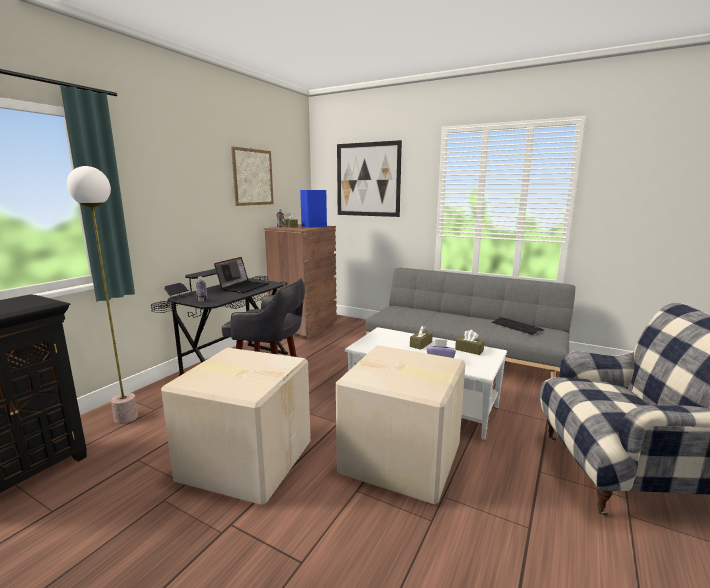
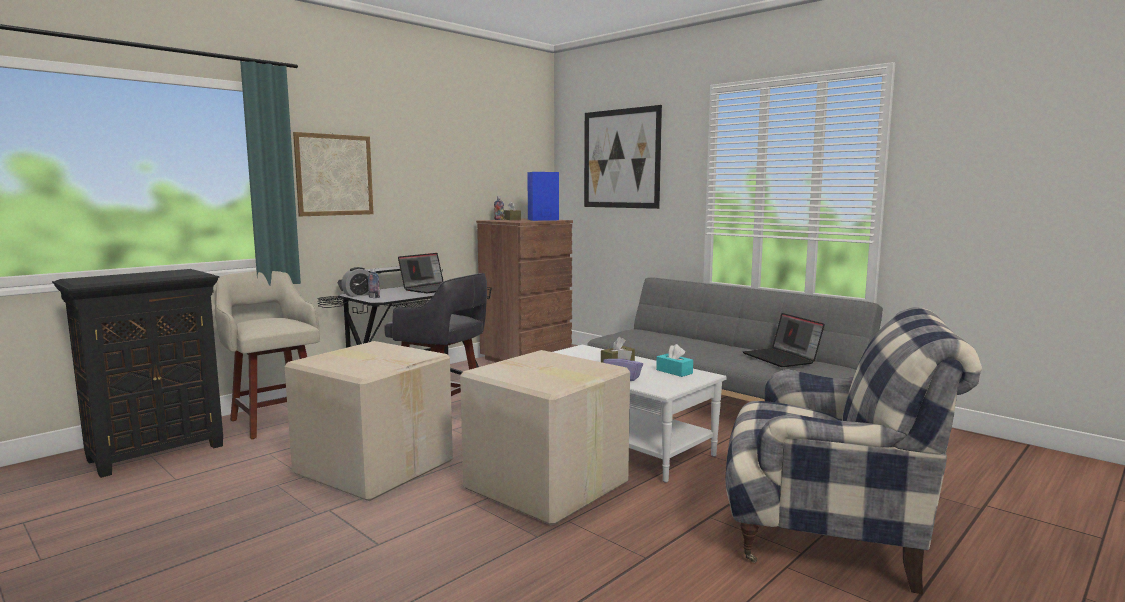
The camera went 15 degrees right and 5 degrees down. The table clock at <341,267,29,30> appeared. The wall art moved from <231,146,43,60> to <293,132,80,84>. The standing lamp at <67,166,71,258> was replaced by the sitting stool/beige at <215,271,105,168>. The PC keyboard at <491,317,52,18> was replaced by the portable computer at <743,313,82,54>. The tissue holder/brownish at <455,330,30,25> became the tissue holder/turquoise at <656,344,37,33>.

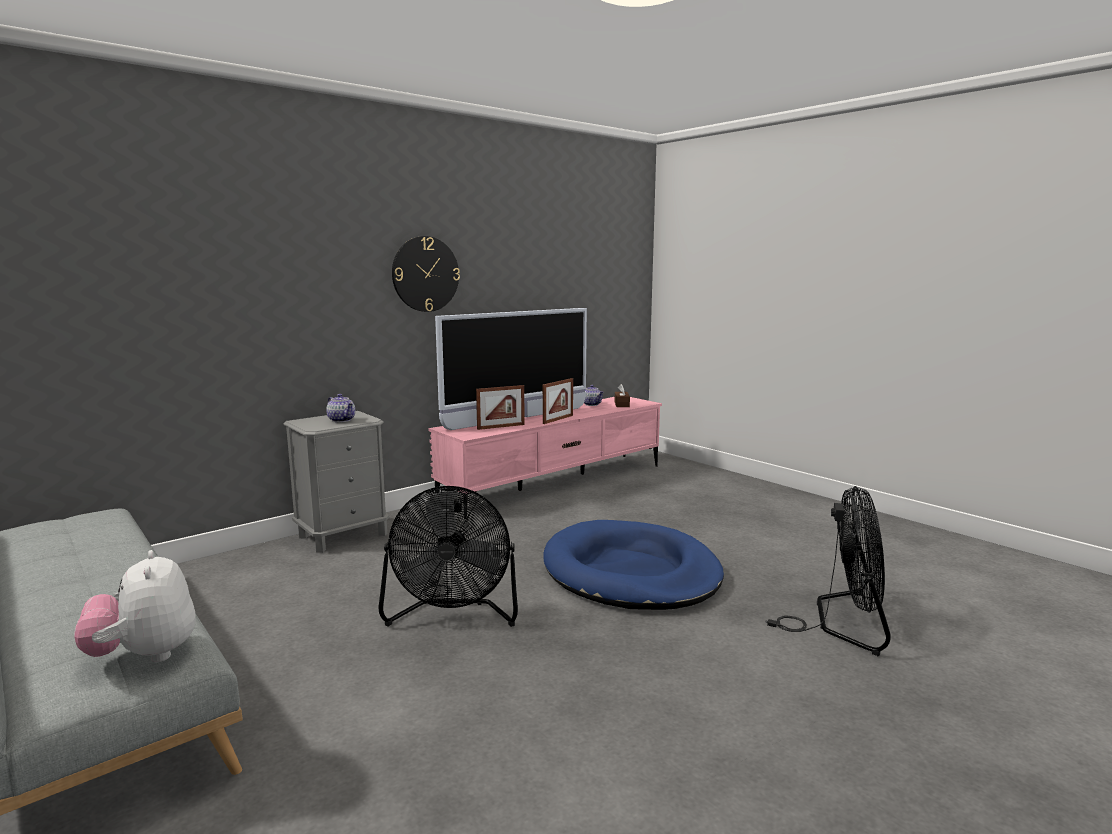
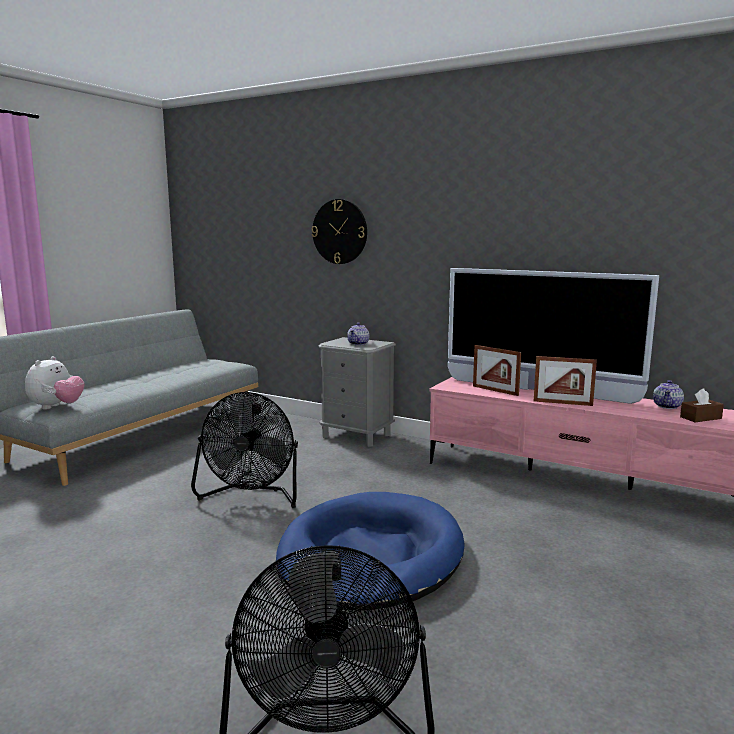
The camera went 70 degrees right and 0 degrees up. The wall clock moved from <392,236,68,76> to <311,199,56,65>. The soft toy at <74,550,122,112> turned 150 degrees clockwise. The electric fan/black-coloured at <379,486,139,141> turned 60 degrees counterclockwise.

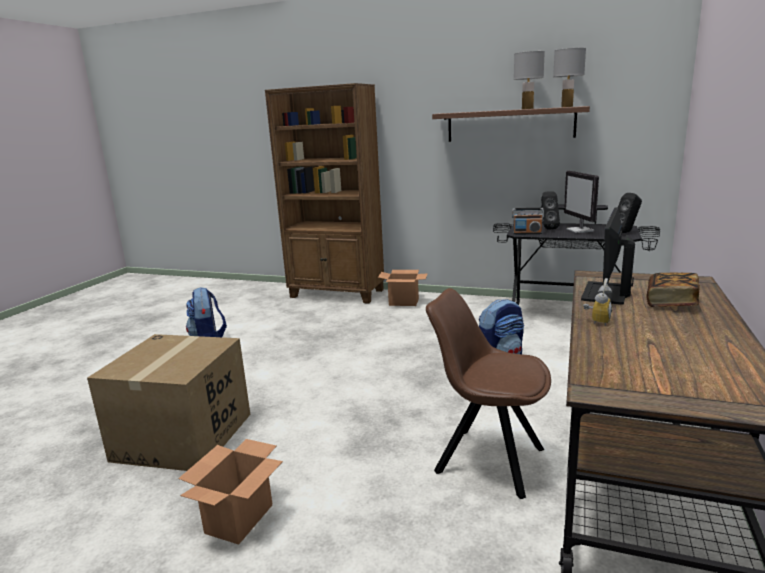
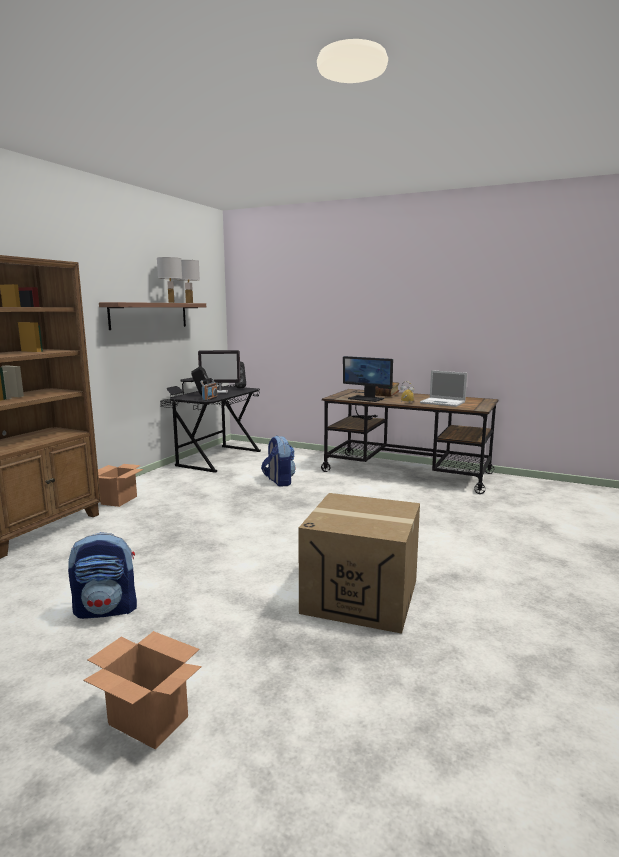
The camera went 85 degrees left and 5 degrees down. The upright chair/brownish at <426,288,125,211> disappeared. The portable computer at <420,370,47,37> appeared. The carton moved from <178,439,105,106> to <83,631,119,118>.

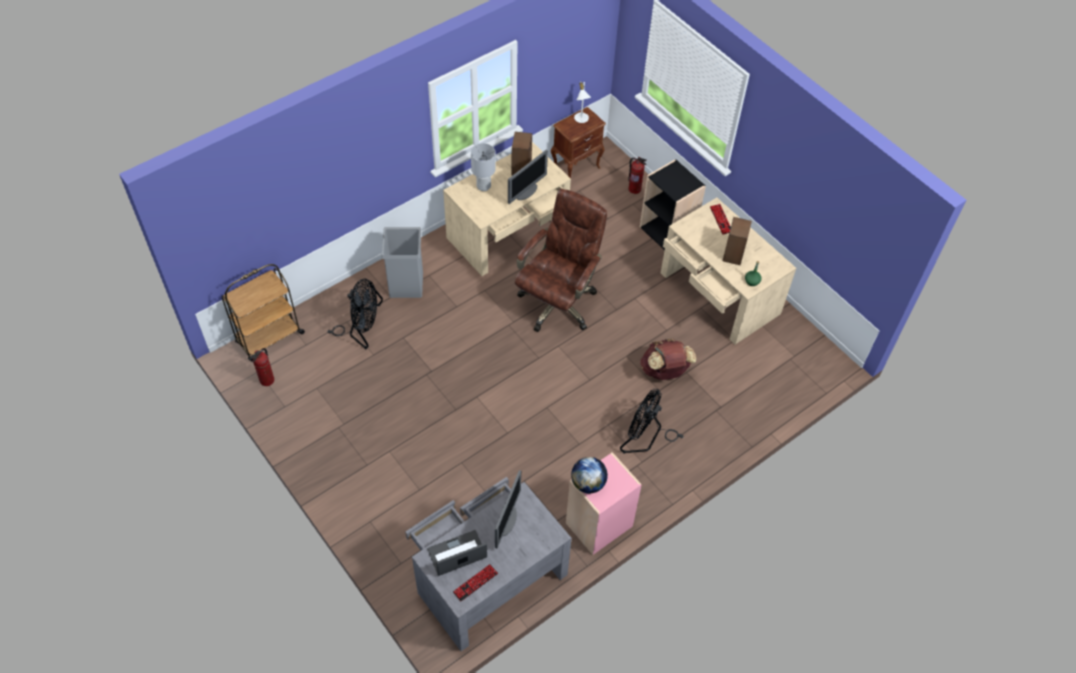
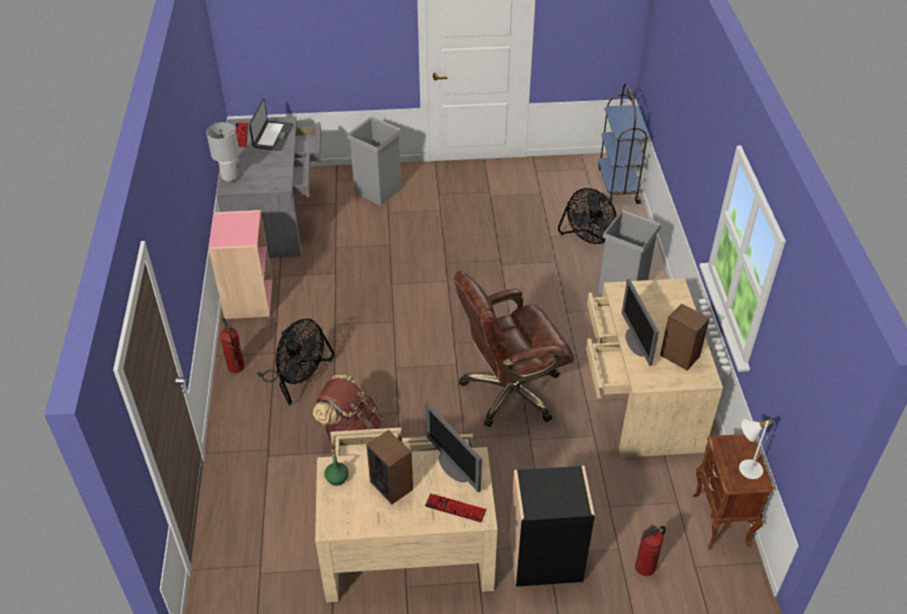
The camera went 125 degrees right and 10 degrees down. The globe at <571,457,37,37> disappeared. The trash can/greyish at <347,116,55,89> appeared. The fire extinguisher moved from <251,348,23,38> to <220,317,25,56>. The tabletop lamp/greyish moved from <471,143,25,48> to <206,122,33,60>. The computer display moved from <495,470,26,78> to <426,403,56,89>. The cart/brownish at <222,264,83,98> became the cart/bluish at <598,83,51,121>. The office chair/brownish at <515,189,92,143> turned 90 degrees clockwise. The electric fan/black-coloured at <620,389,63,65> turned 60 degrees clockwise.

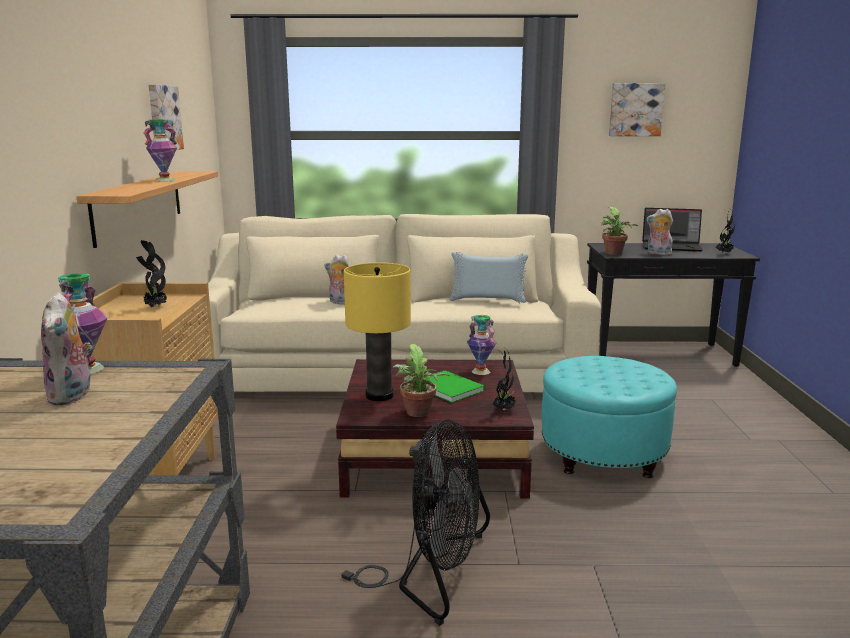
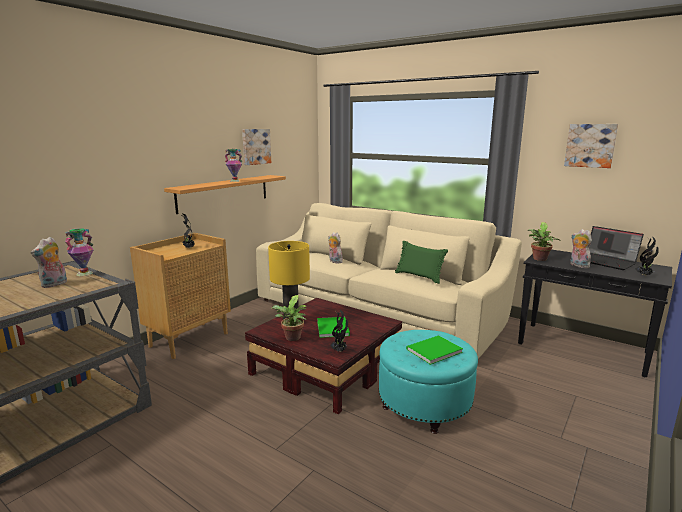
The camera went 35 degrees right and 0 degrees up. The electric fan/black-coloured at <341,419,149,207> disappeared. The flower vase at <467,315,29,60> disappeared. The bound book/green at <406,335,57,30> appeared. The cushion/bluish at <450,252,78,51> became the cushion/green at <395,241,53,43>.

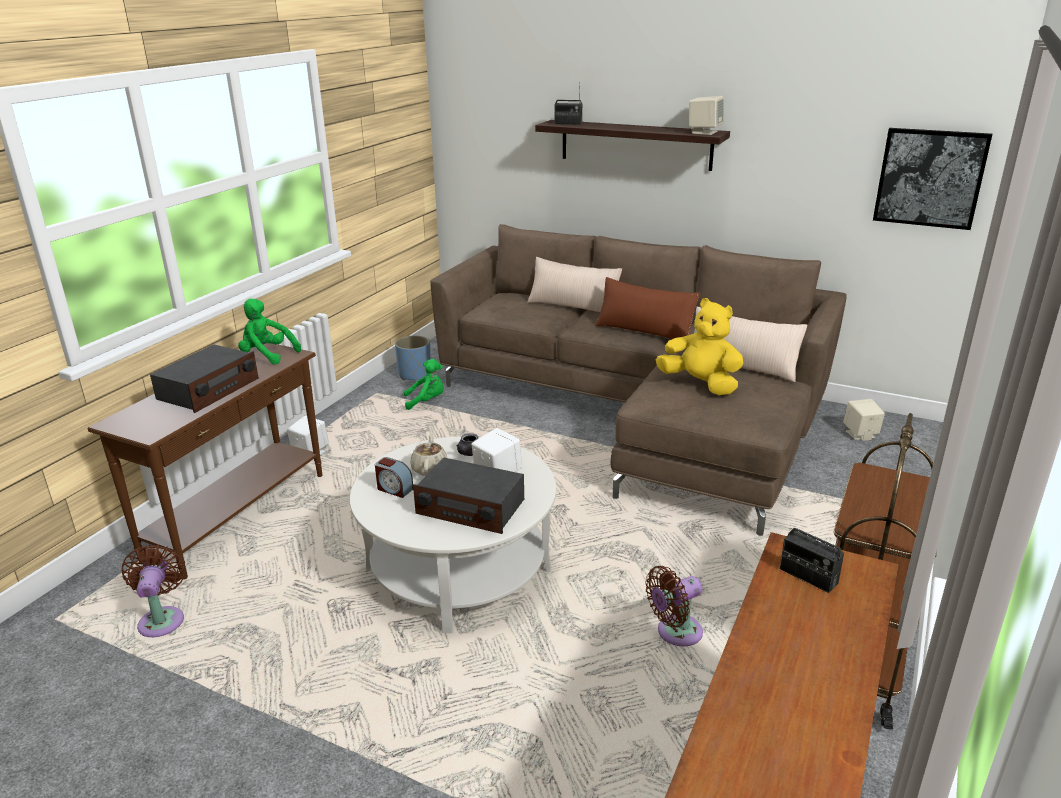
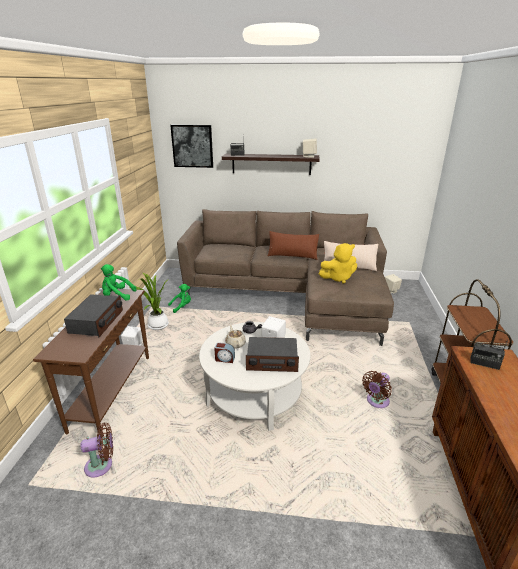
The camera went 20 degrees left and 0 degrees up. The planter/bluish at <395,336,36,44> disappeared. The cushion/beige at <527,257,95,55> disappeared. The plant in a pot at <130,273,39,57> appeared. The wall art moved from <873,128,119,102> to <170,125,43,43>. The electric fan/brownish at <122,544,64,93> turned 105 degrees clockwise. The soft toy/yellow-coloured at <656,298,88,97> turned 150 degrees clockwise.

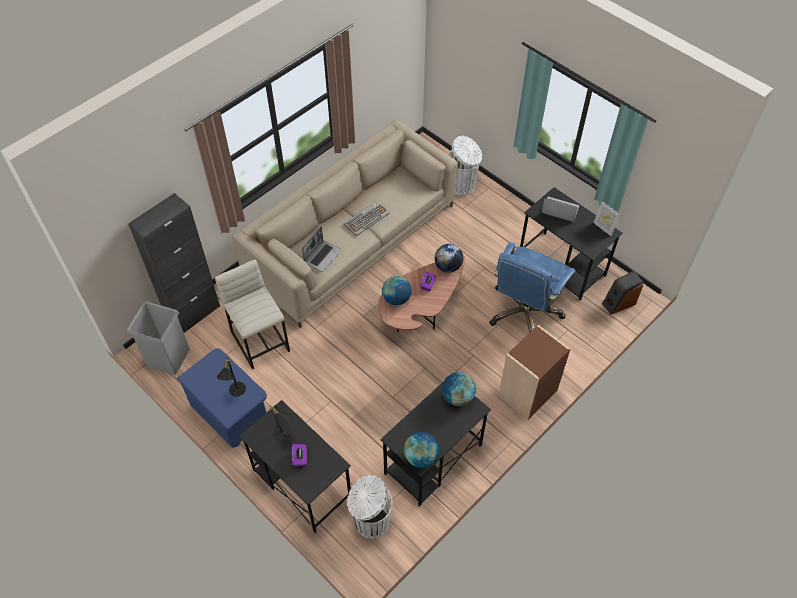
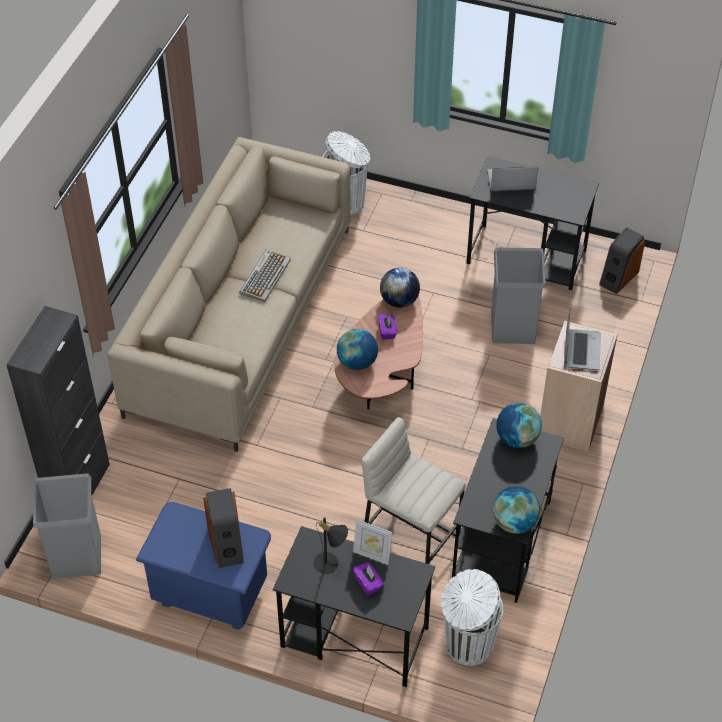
The camera went 25 degrees left and 5 degrees down. The sitting stool/beige moved from <215,260,75,109> to <362,417,104,147>. The portable computer moved from <302,226,39,46> to <564,308,37,62>. The standing frame moved from <593,201,27,35> to <353,519,39,46>. The tabletop lamp/black-coloured at <217,358,29,39> was replaced by the speaker at <203,488,41,80>. The office chair/bluish at <489,242,87,91> was replaced by the trash can/greyish at <491,247,55,97>.

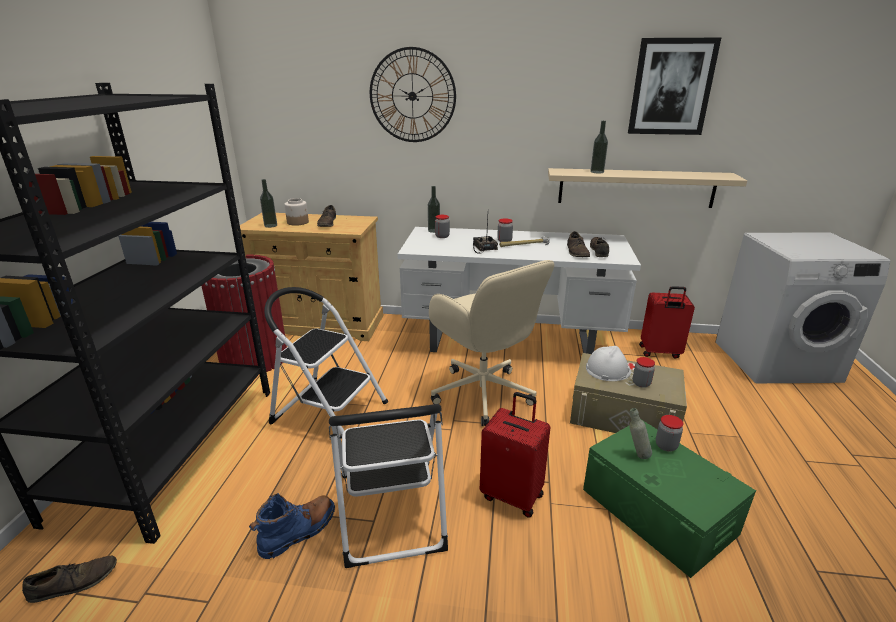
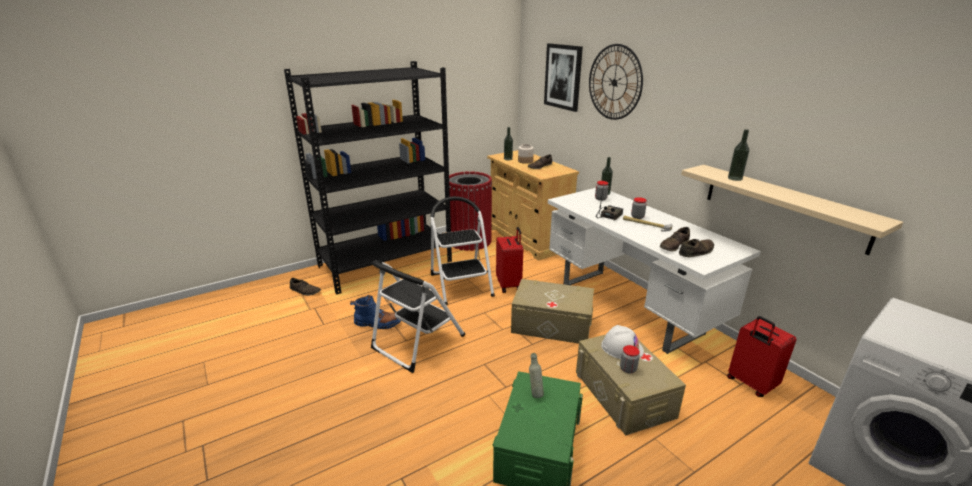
The camera went 50 degrees right and 0 degrees up. The preserve jar at <656,415,27,37> disappeared. The piece of luggage/red moved from <480,392,71,126> to <496,227,27,66>. The wall art moved from <628,38,93,97> to <544,43,39,69>. The office chair/beige at <429,260,125,166> was replaced by the storage box/beige at <511,279,83,65>.

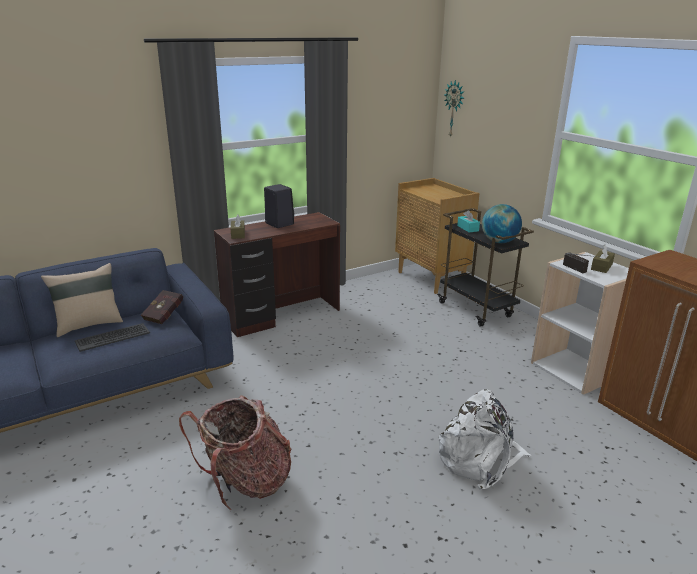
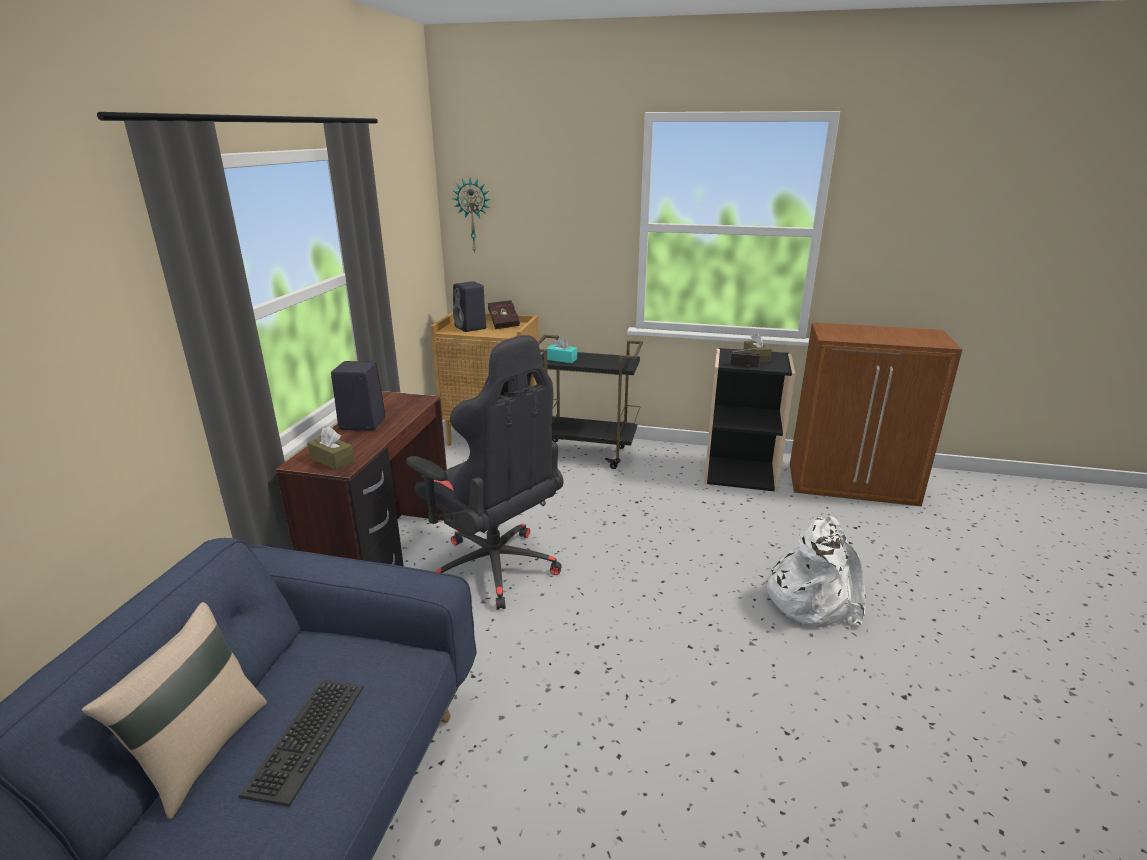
The camera went 45 degrees left and 0 degrees up. The backpack at <179,395,112,116> disappeared. The globe at <482,204,40,39> disappeared. The office chair/black-coloured at <406,335,157,275> appeared. The speaker/black-coloured at <453,281,33,51> appeared. The bound book/red moved from <141,290,42,34> to <488,300,32,29>. The shelving unit/whitish at <531,252,98,143> became the shelving unit/black-coloured at <704,348,92,144>.

